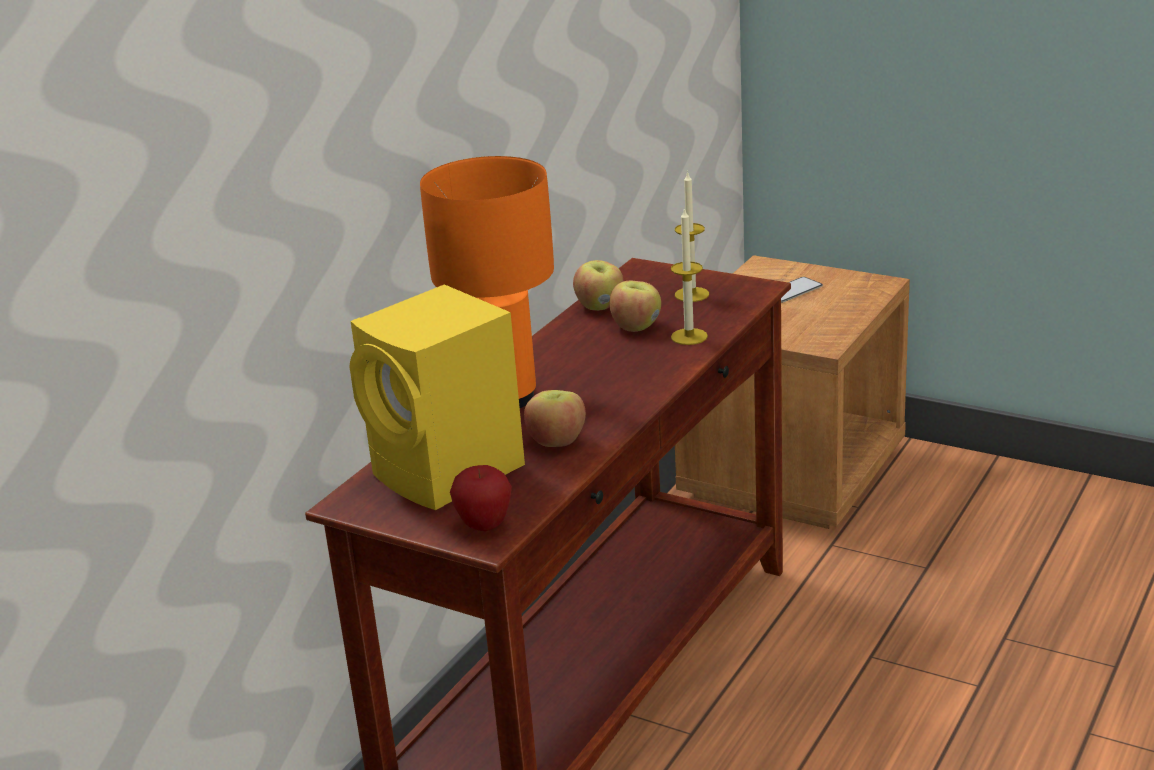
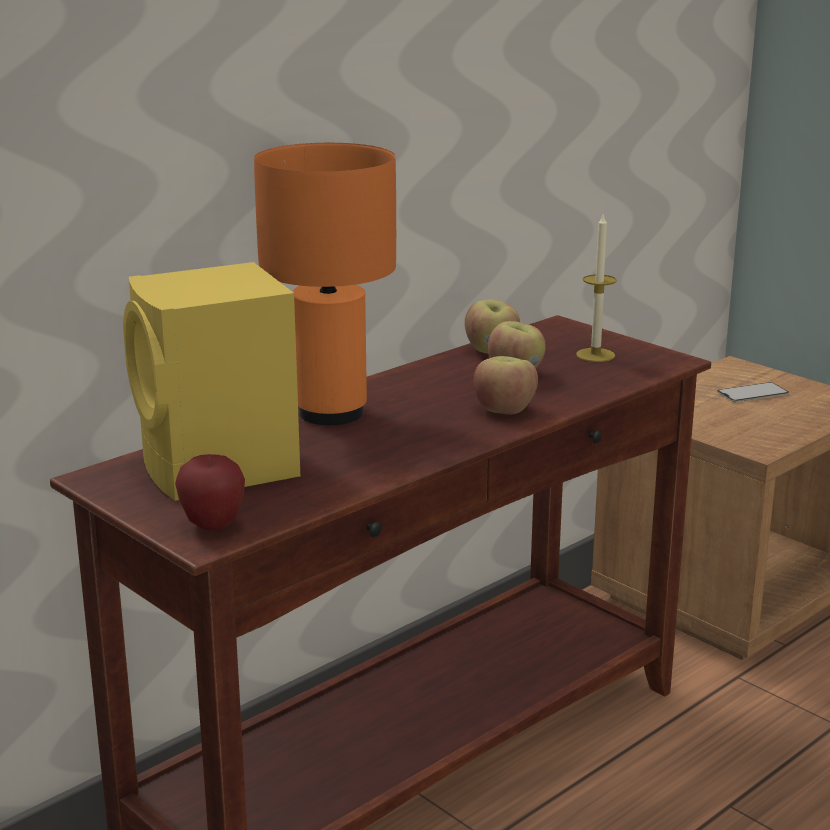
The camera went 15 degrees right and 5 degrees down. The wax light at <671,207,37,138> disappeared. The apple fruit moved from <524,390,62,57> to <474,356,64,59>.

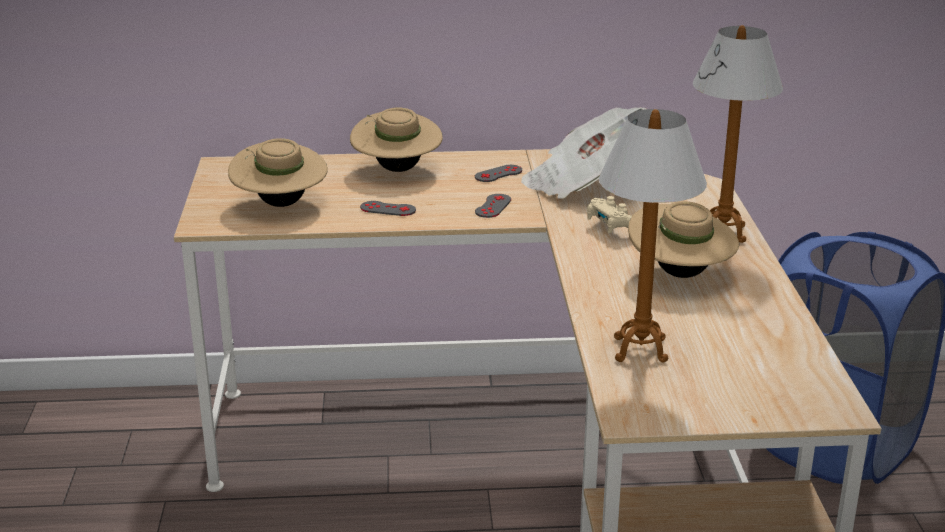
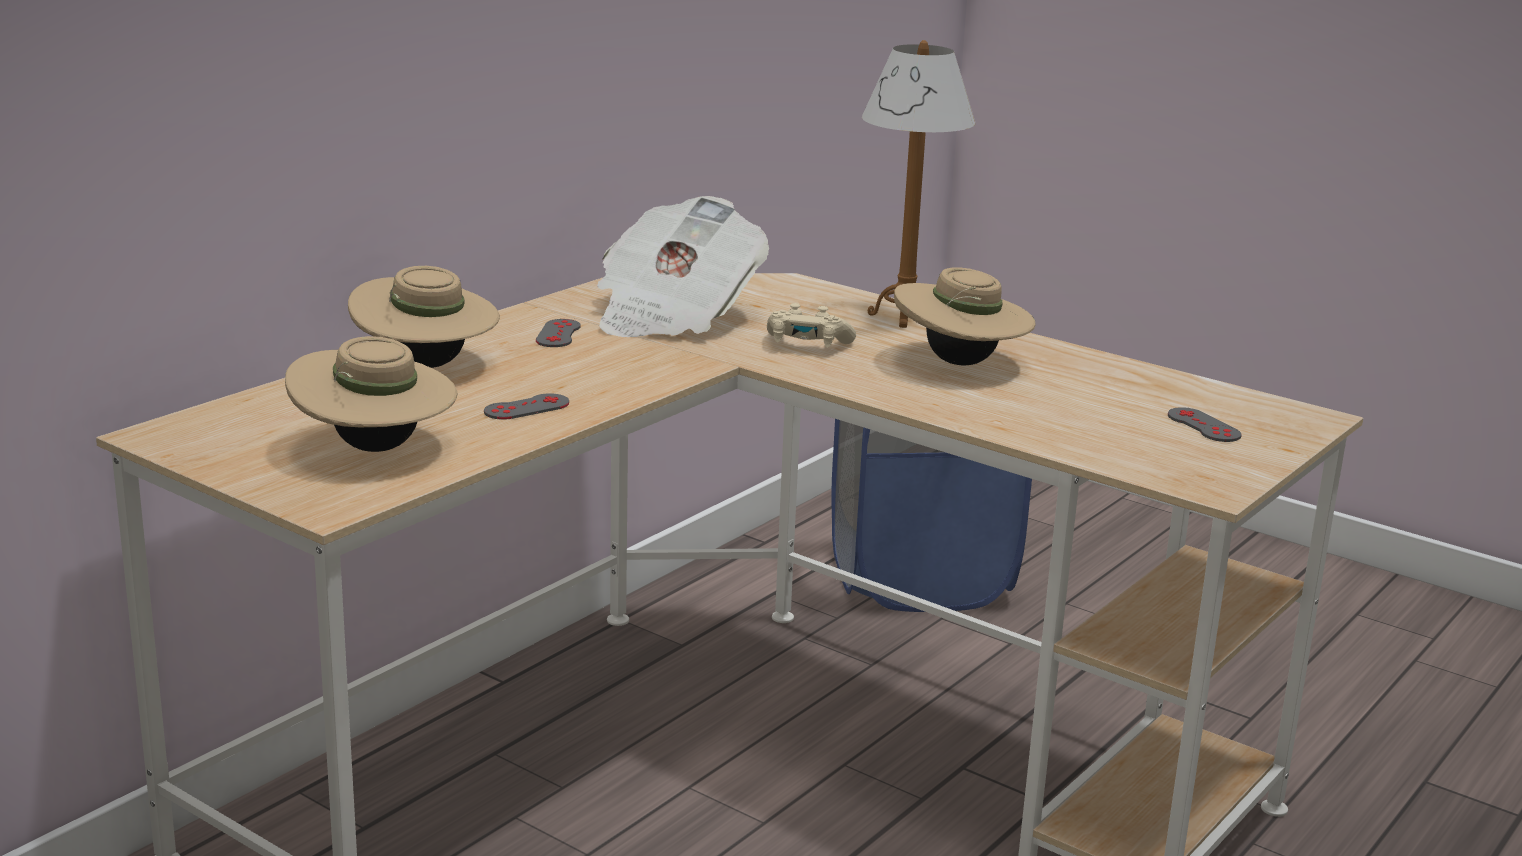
The camera went 50 degrees left and 5 degrees down. The tabletop lamp at <599,109,108,254> disappeared. The gamepad/greyish moved from <475,194,36,24> to <1168,407,73,35>.

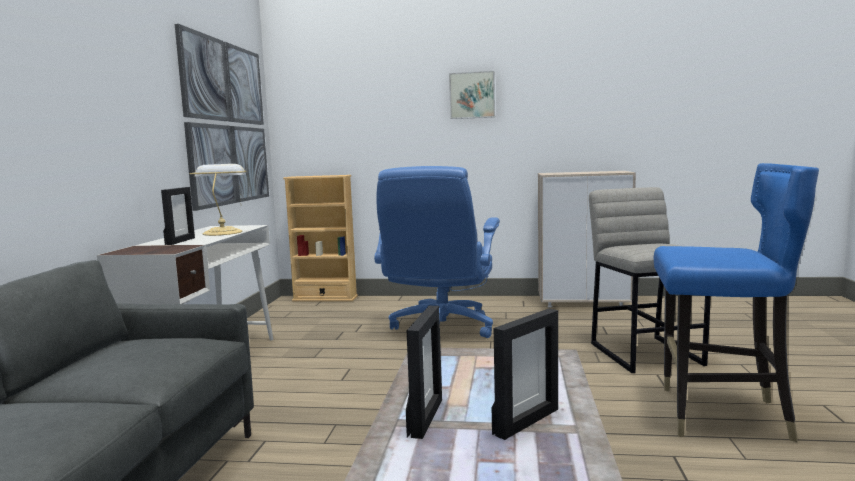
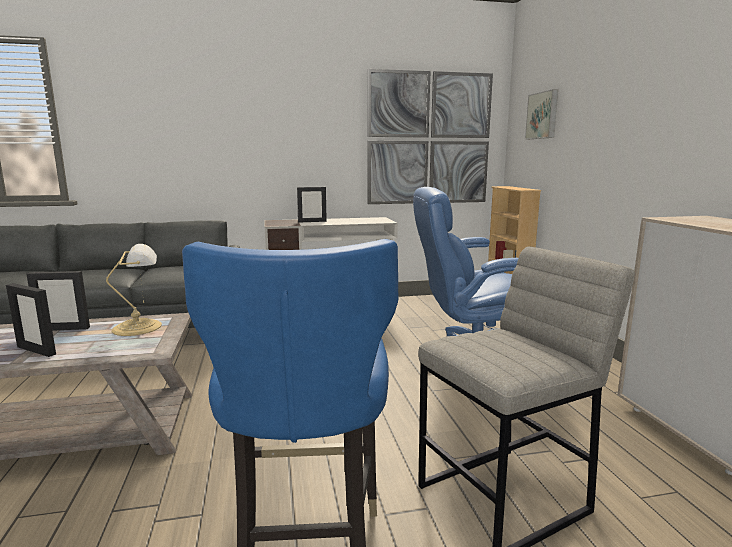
The camera went 70 degrees right and 5 degrees up. The tabletop lamp moved from <189,164,58,72> to <106,244,56,92>. The wall art moved from <449,71,46,48> to <525,89,33,50>.

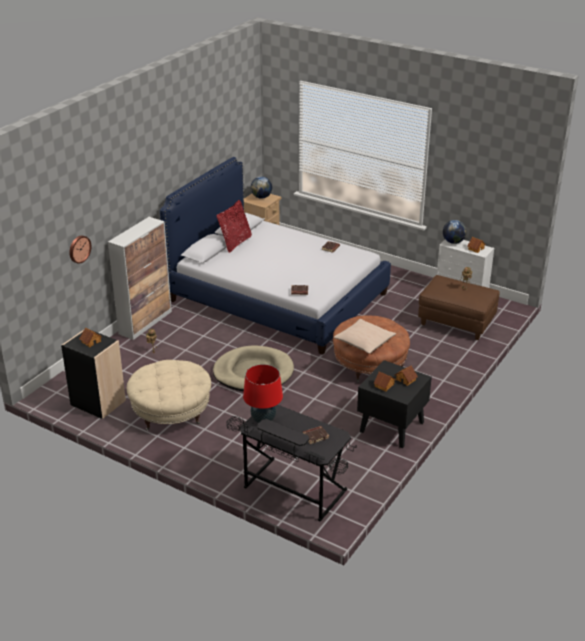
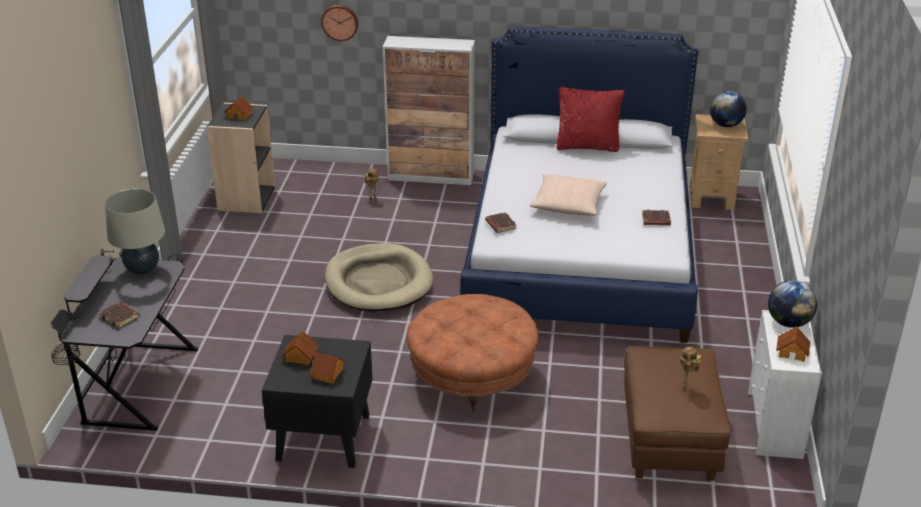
The camera went 65 degrees right and 0 degrees up. The footrest/beige at <127,360,84,70> disappeared. The cushion/beige moved from <333,319,63,35> to <529,174,78,42>. The tabletop lamp/red at <243,364,40,59> became the tabletop lamp/beige at <105,189,60,85>.

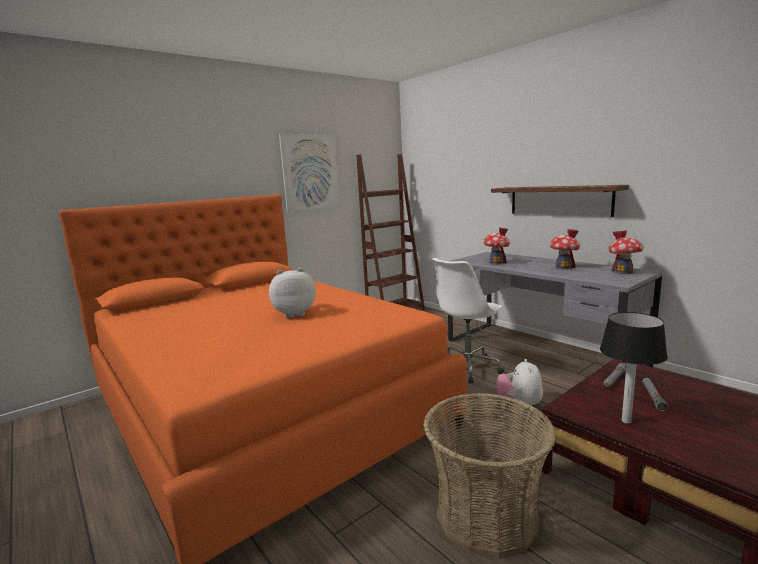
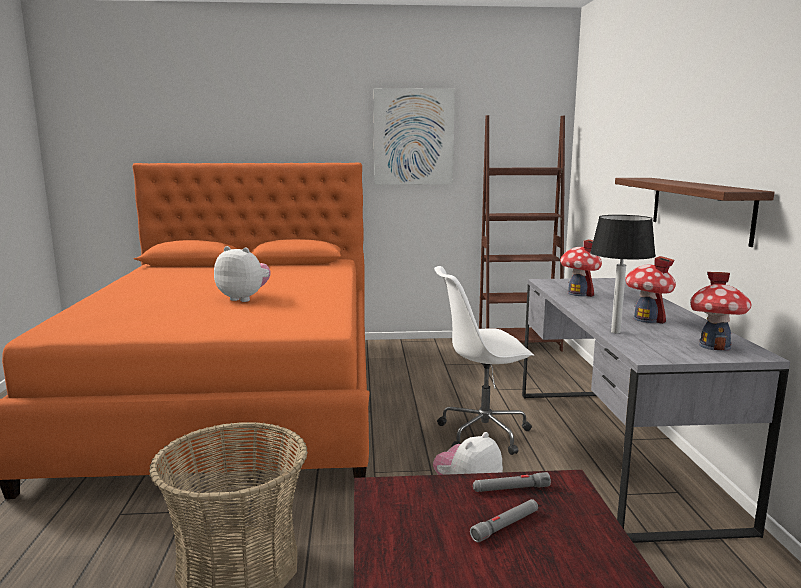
The camera went 35 degrees right and 0 degrees up. The tabletop lamp moved from <600,312,68,112> to <590,215,66,118>.

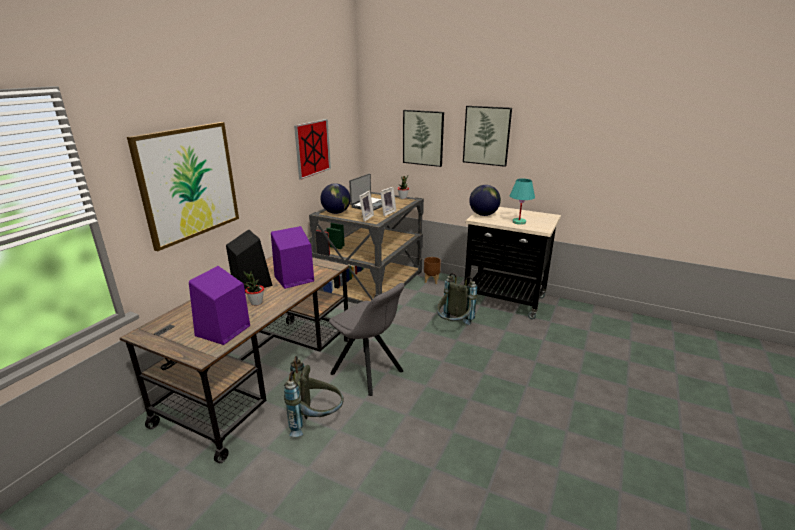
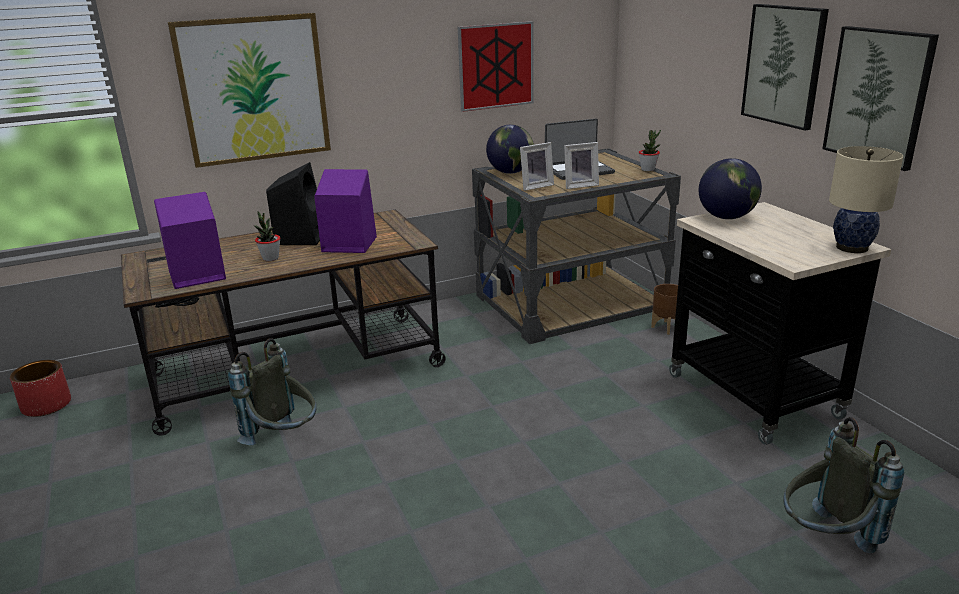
The camera went 40 degrees right and 0 degrees up. The upright chair/greyish at <329,283,75,113> disappeared. The tabletop lamp/turquoise at <510,179,25,46> disappeared. The planter/red at <10,360,61,57> appeared. The tabletop lamp/beige at <829,146,74,107> appeared. The wall art moved from <403,110,41,57> to <822,26,117,145>. The backpack/greyish moved from <437,273,40,52> to <783,417,121,137>.

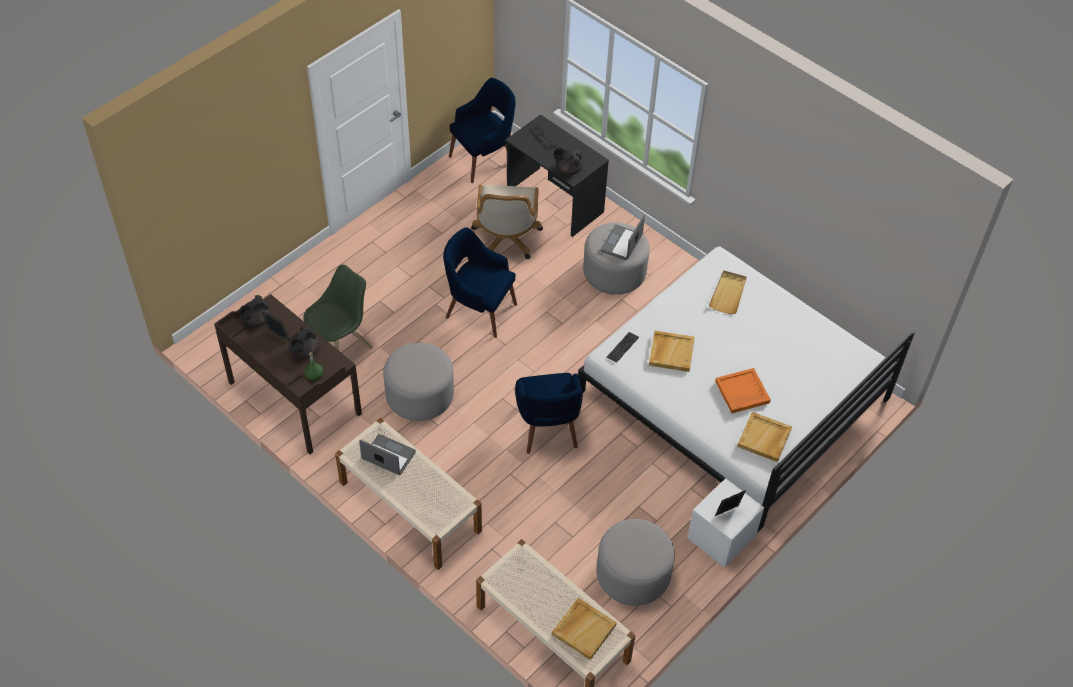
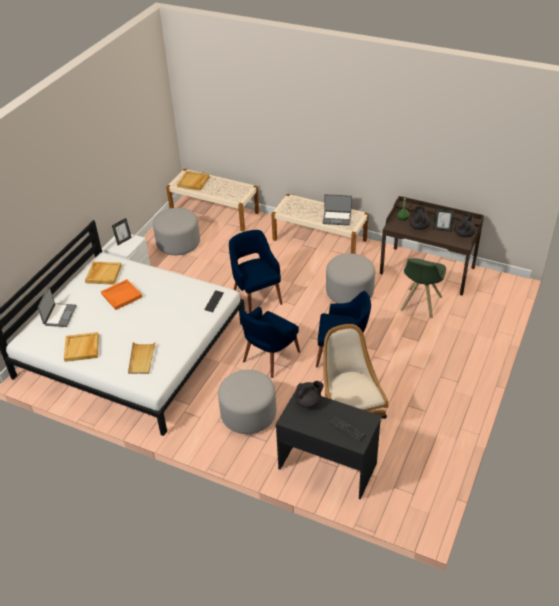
The camera went 165 degrees right and 10 degrees down. The armchair/bluish moved from <449,78,67,105> to <239,307,61,71>. The portable computer moved from <600,215,45,45> to <38,286,39,41>. The serving tray/beige moved from <649,331,46,41> to <64,332,35,30>.

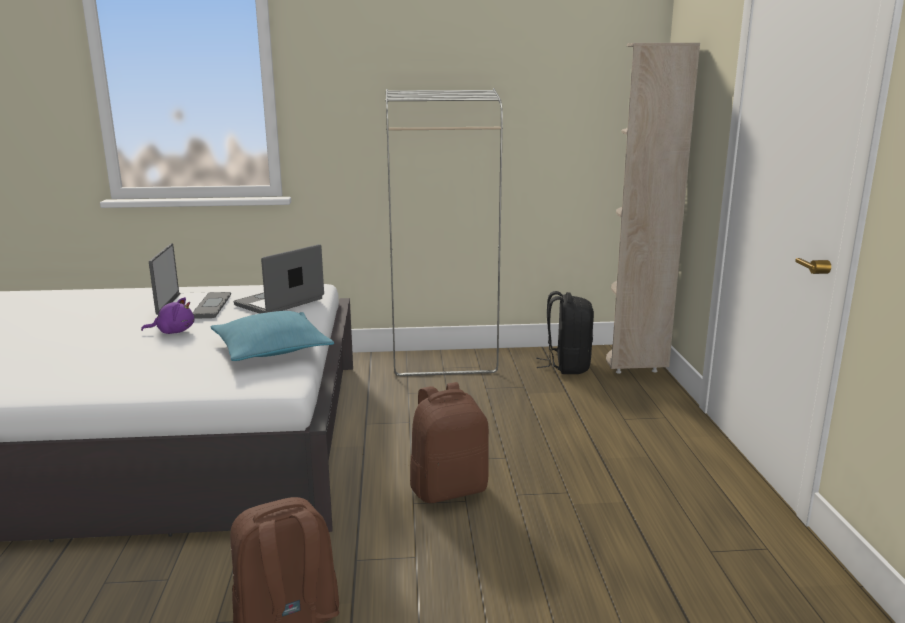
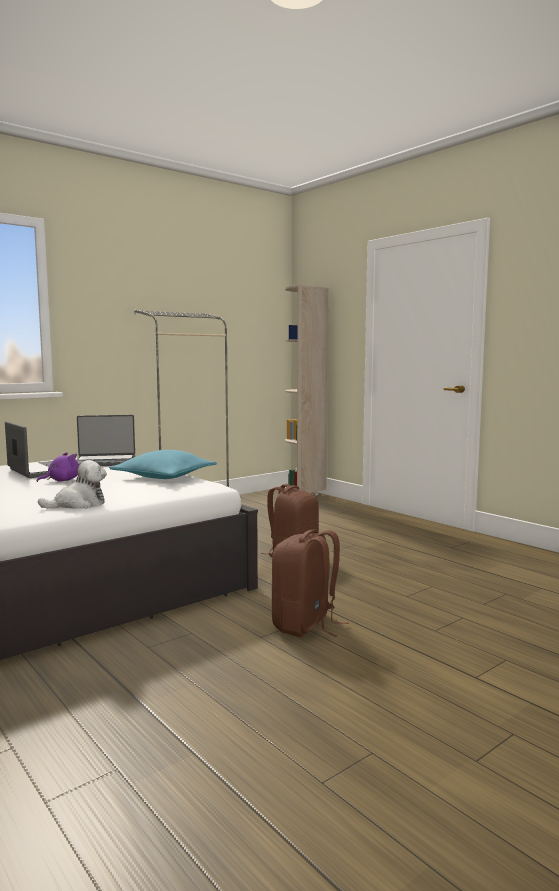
The camera went 35 degrees left and 10 degrees down. The backpack/black-coloured at <536,291,58,83> disappeared. The soft toy at <38,460,69,49> appeared. The portable computer at <234,244,90,70> turned 105 degrees counterclockwise.

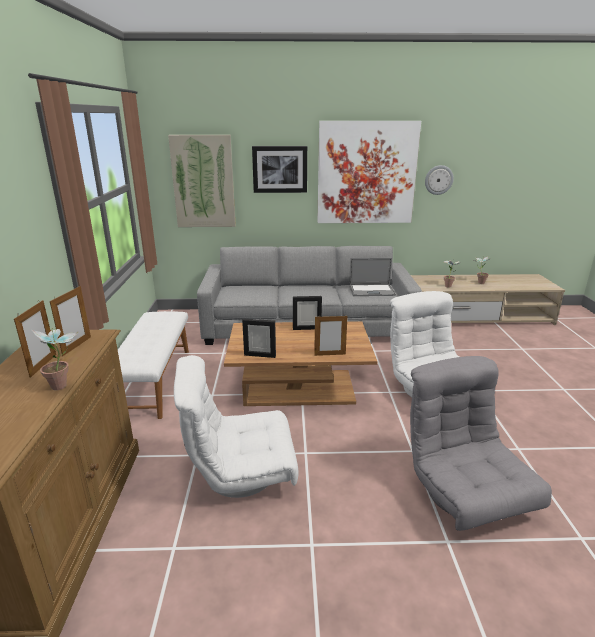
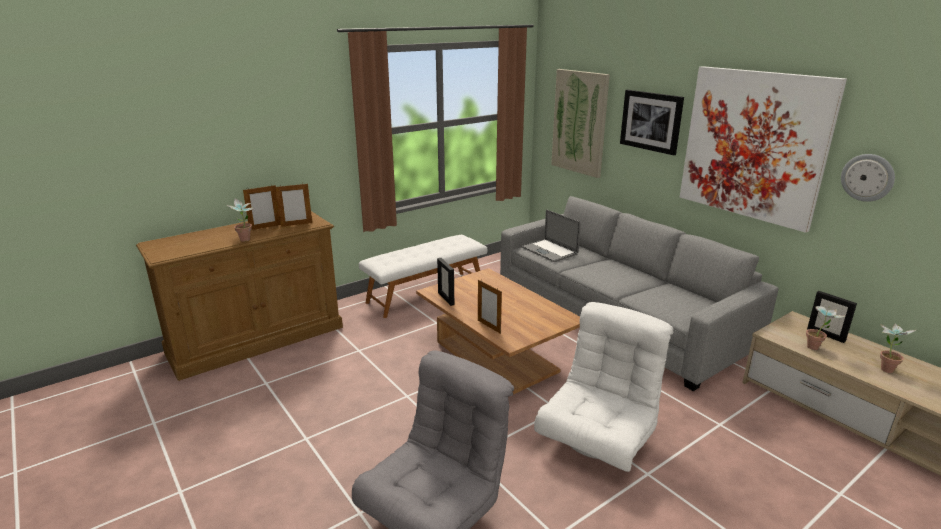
The camera went 55 degrees right and 0 degrees up. The armchair/whitish at <174,355,125,143> disappeared. The standing frame moved from <293,296,29,34> to <807,291,50,52>. The portable computer moved from <349,258,47,38> to <521,209,60,53>.

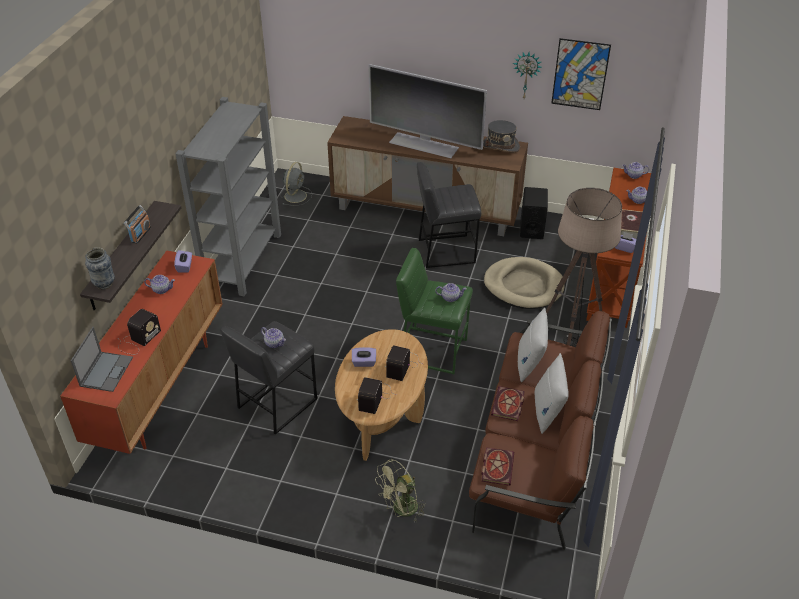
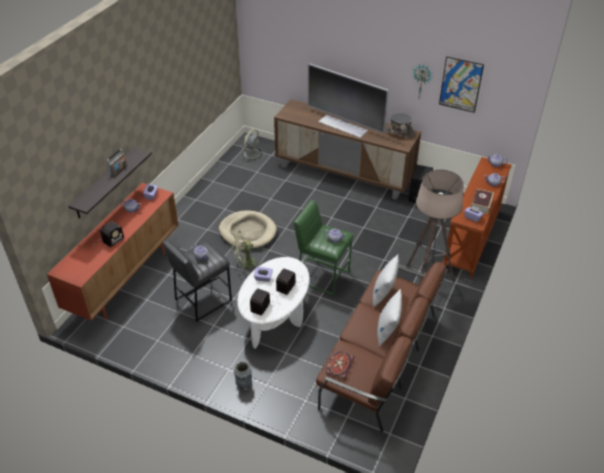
The camera went 10 degrees right and 0 degrees up. The portable computer at <71,327,62,65> disappeared. The shelving unit/greyish at <175,97,106,199> disappeared. The sitting stool/greyish at <417,162,64,106> disappeared. The bound book at <491,386,34,35> disappeared. The flower vase moved from <85,247,30,43> to <234,362,18,27>. The electric fan/green moved from <375,459,51,63> to <230,230,30,42>. The pet bed/beige moved from <484,257,81,52> to <219,210,58,39>. The coffee table/brownish at <335,329,93,132> became the coffee table/whitish at <237,257,73,92>.

